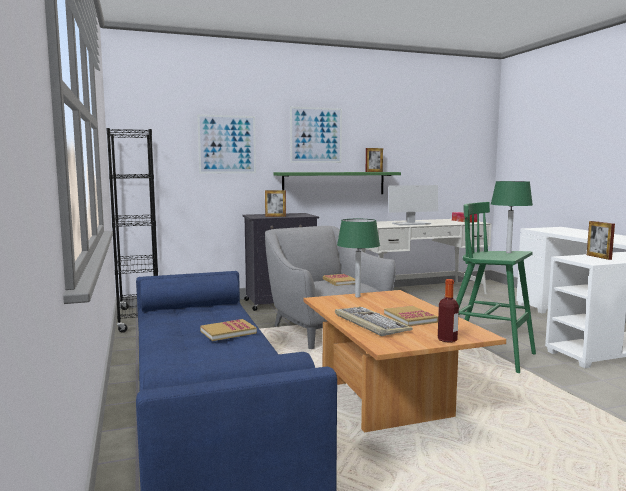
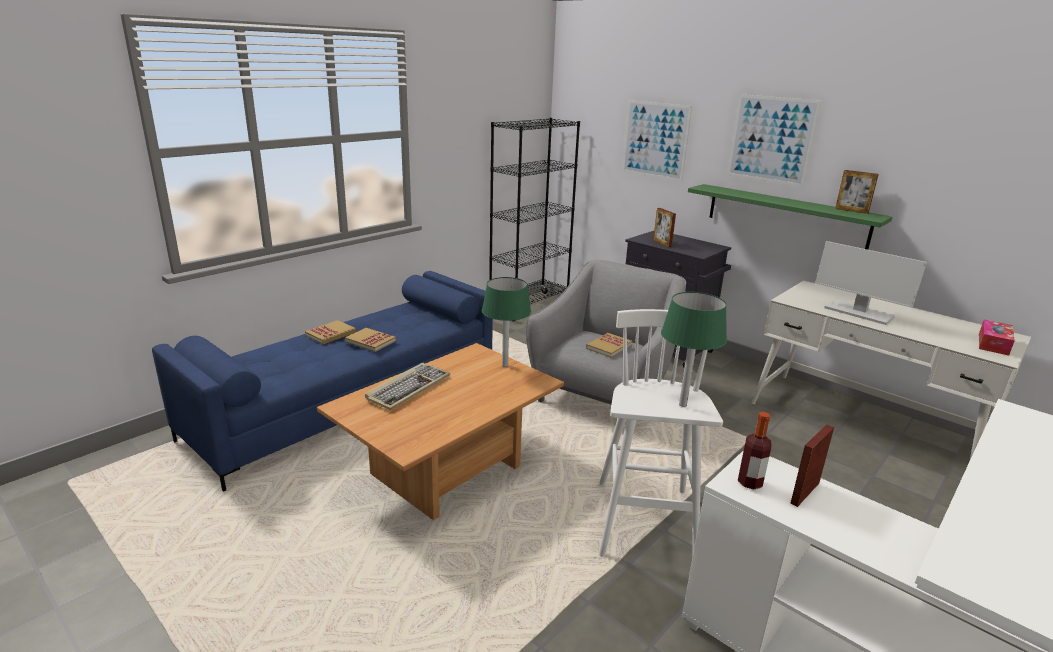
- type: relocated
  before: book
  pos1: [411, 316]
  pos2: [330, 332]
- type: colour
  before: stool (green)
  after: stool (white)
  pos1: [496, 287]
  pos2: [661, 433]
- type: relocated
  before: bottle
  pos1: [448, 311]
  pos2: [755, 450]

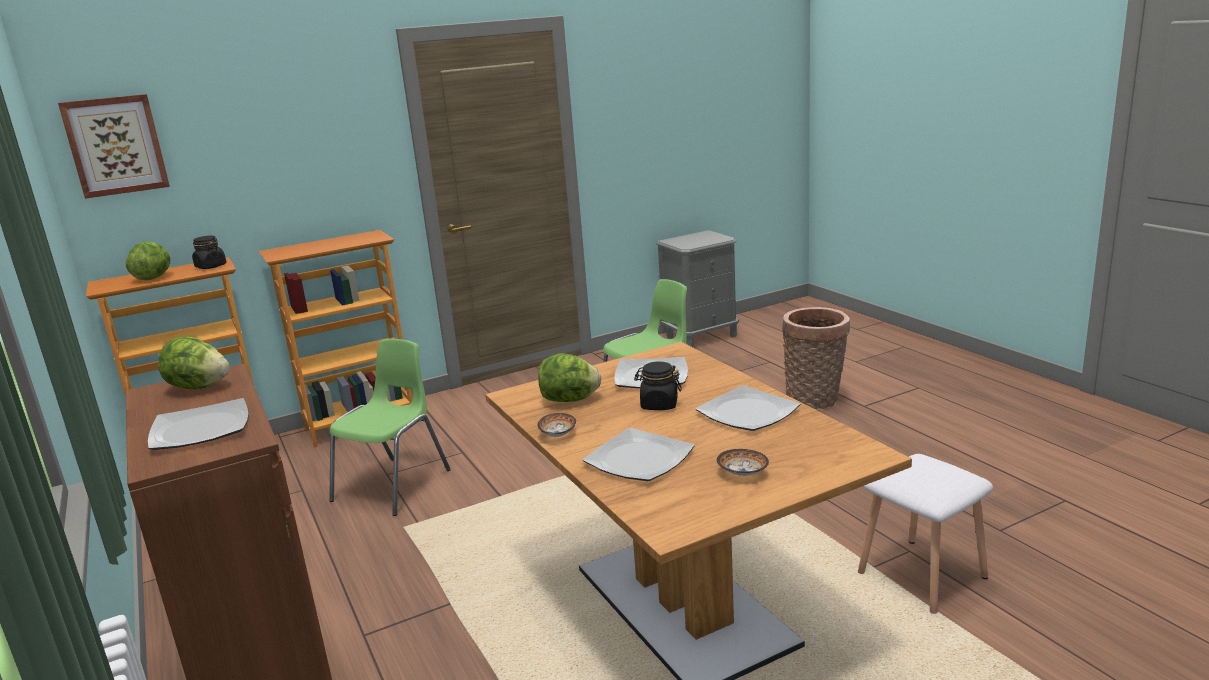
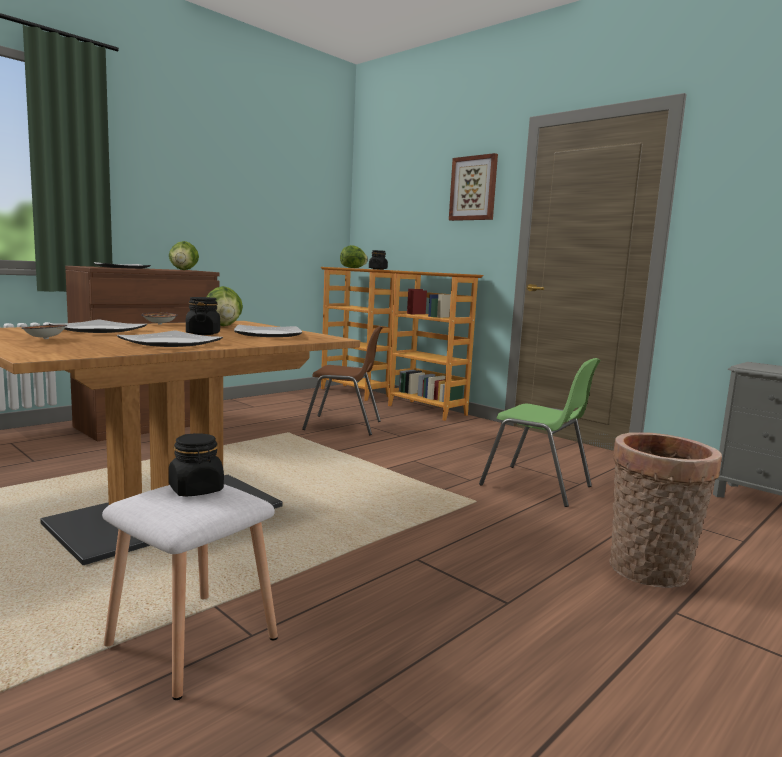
- type: appeared
  after: jar (black)
  pos2: [196, 465]
- type: colour
  before: chair (green)
  after: chair (brown)
  pos1: [390, 427]
  pos2: [342, 380]
- type: relocated
  before: picture
  pos1: [114, 146]
  pos2: [473, 187]

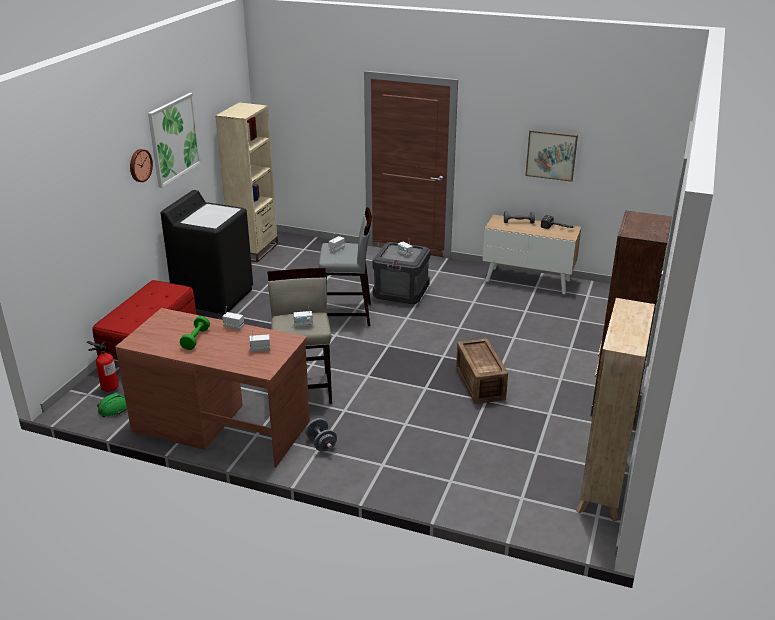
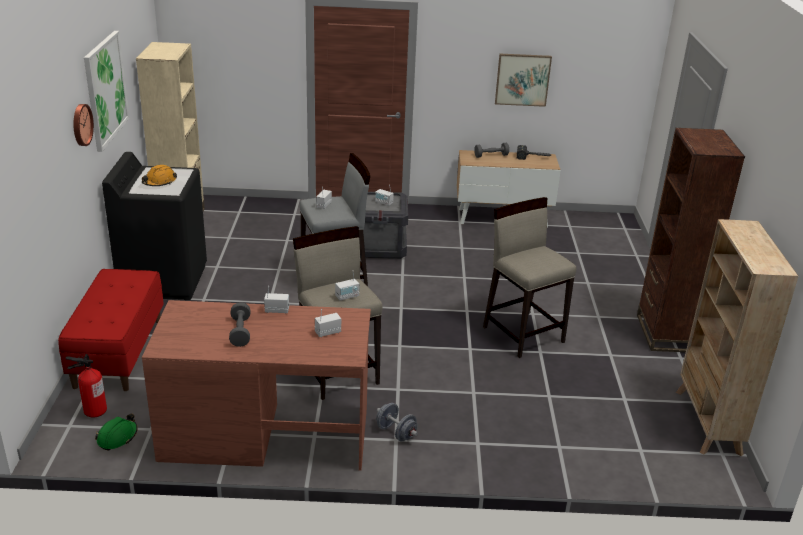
- type: appeared
  after: hard hat (orange)
  pos2: [159, 175]
- type: colour
  before: dumbbell (green)
  after: dumbbell (grey)
  pos1: [195, 333]
  pos2: [240, 324]
- type: exchanged
  before: crate
  after: stool (beige)
  pos1: [482, 371]
  pos2: [529, 277]

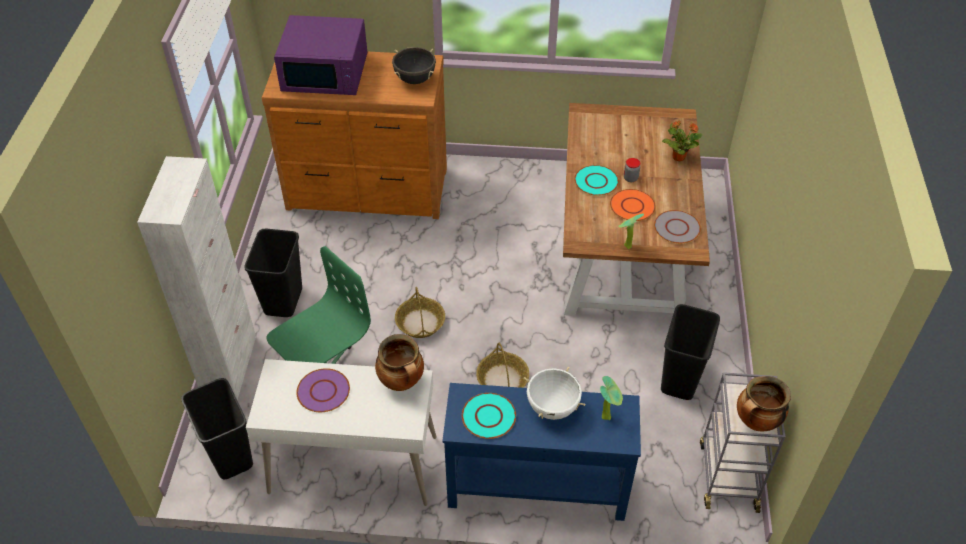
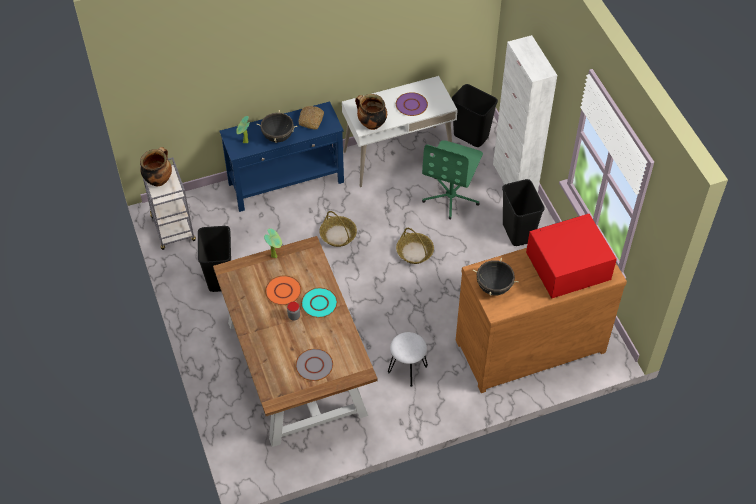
- type: colour
  before: cooking pot (white)
  after: cooking pot (black)
  pos1: [555, 393]
  pos2: [277, 126]
- type: relocated
  before: plate (grey)
  pos1: [677, 226]
  pos2: [314, 364]
- type: exchanged
  before: plate (turquoise)
  after: bread
  pos1: [489, 416]
  pos2: [311, 117]
- type: appeared
  after: stool (white)
  pos2: [408, 359]
- type: colour
  before: microwave (purple)
  after: microwave (red)
  pos1: [320, 55]
  pos2: [571, 256]
- type: missing
  before: potted plant
  pos1: [682, 141]

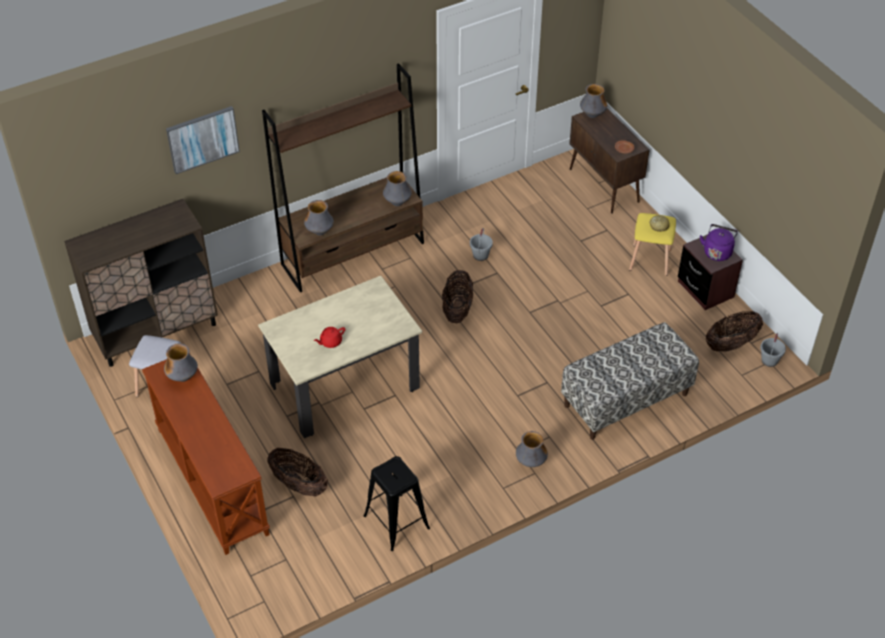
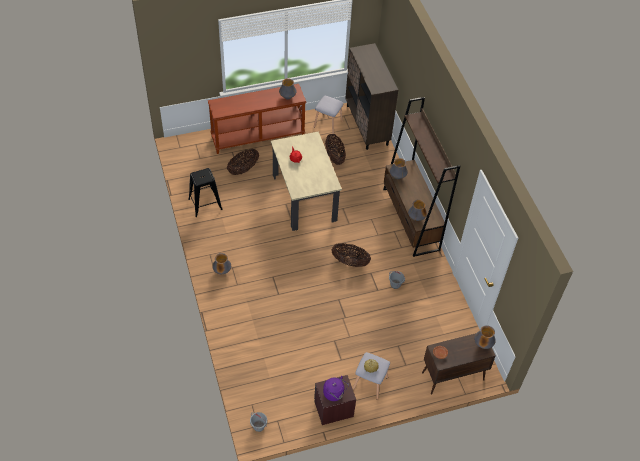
- type: relocated
  before: basket
  pos1: [734, 331]
  pos2: [335, 149]
- type: colour
  before: stool (yellow)
  after: stool (grey)
  pos1: [652, 244]
  pos2: [371, 376]
- type: missing
  before: picture
  pos1: [203, 140]
- type: missing
  before: bench
  pos1: [630, 381]

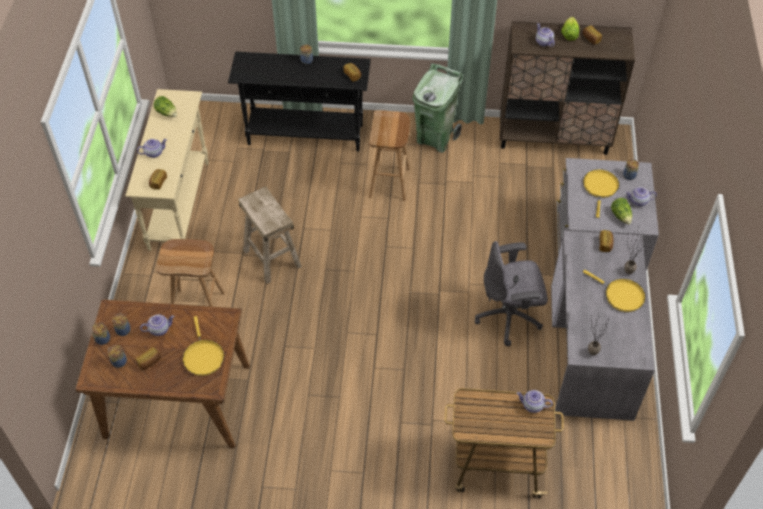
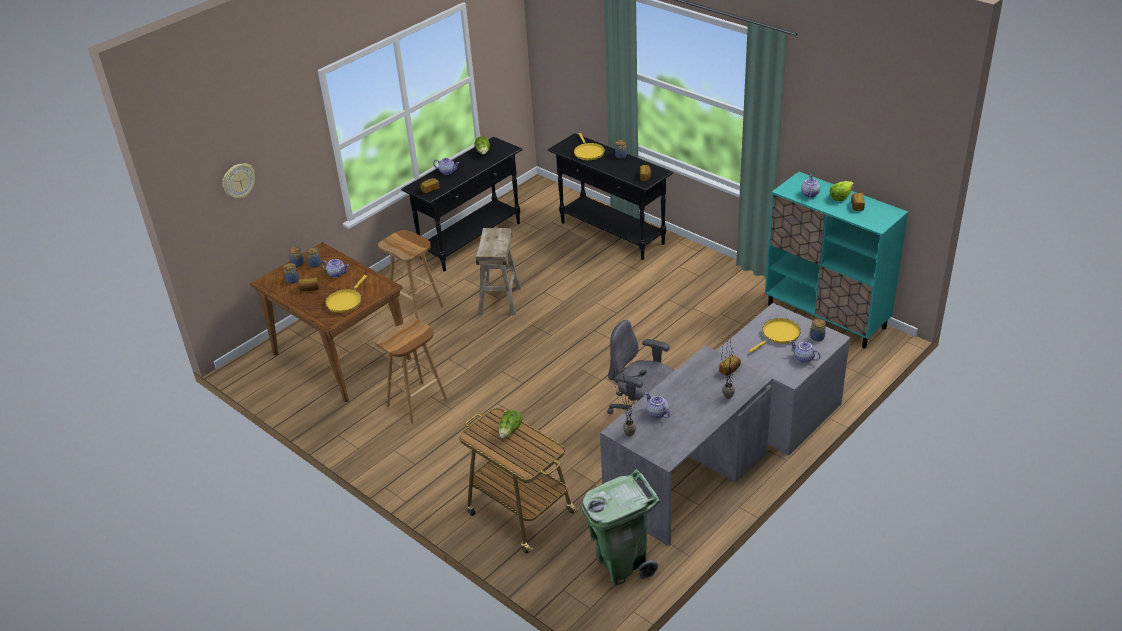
- type: appeared
  after: wall clock
  pos2: [238, 181]
- type: relocated
  before: stool (brown)
  pos1: [389, 155]
  pos2: [411, 370]
- type: colour
  before: console table (beige)
  after: console table (black)
  pos1: [167, 170]
  pos2: [462, 204]
- type: relocated
  before: lettuce
  pos1: [621, 211]
  pos2: [510, 424]
- type: relocated
  before: frying pan (yellow)
  pos1: [614, 291]
  pos2: [589, 146]
- type: relocated
  before: trash can (green)
  pos1: [438, 108]
  pos2: [620, 527]
- type: relocated
  before: teapot
  pos1: [534, 401]
  pos2: [657, 405]
- type: colour
  before: cabinet (brown)
  after: cabinet (turquoise)
  pos1: [567, 88]
  pos2: [836, 260]

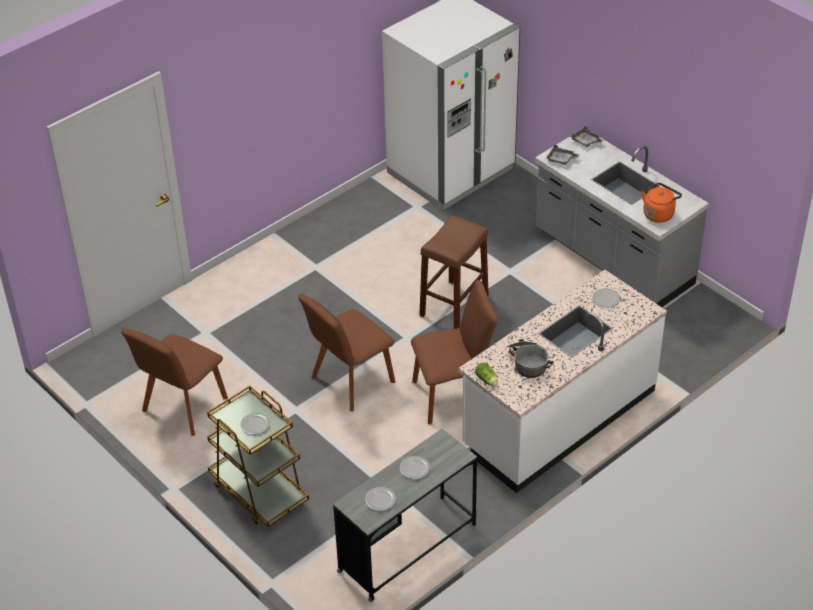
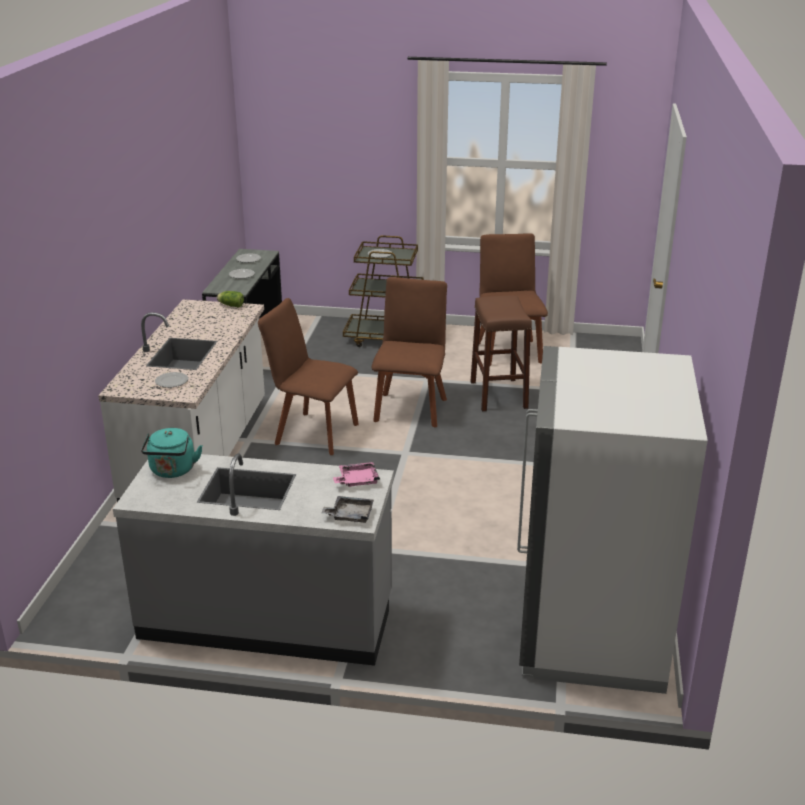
- type: colour
  before: kettle (orange)
  after: kettle (turquoise)
  pos1: [661, 202]
  pos2: [172, 453]
- type: spun
  before: chair (brown)
  pos1: [454, 352]
  pos2: [308, 376]
  turn: 75
- type: colour
  before: tray (grey)
  after: tray (pink)
  pos1: [563, 155]
  pos2: [356, 474]
- type: relocated
  before: stool (brown)
  pos1: [454, 272]
  pos2: [501, 353]
- type: missing
  before: cooking pot
  pos1: [530, 358]

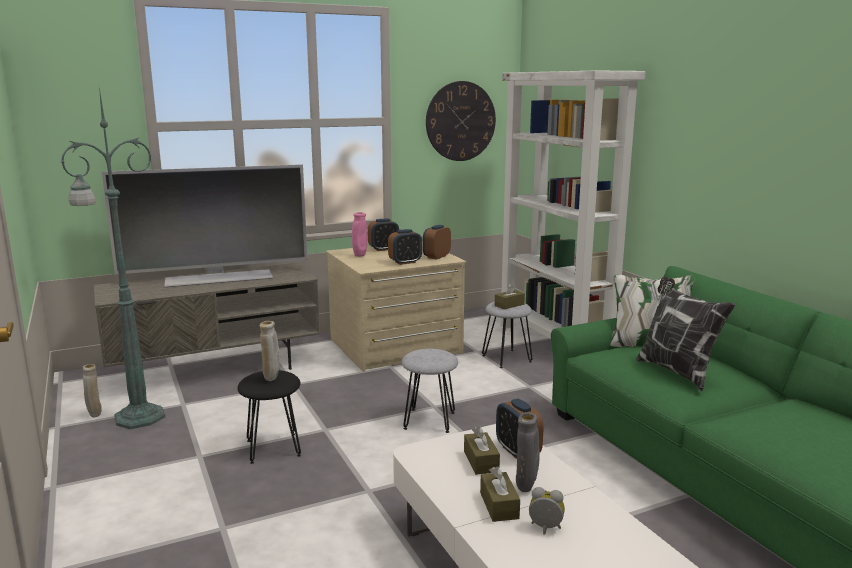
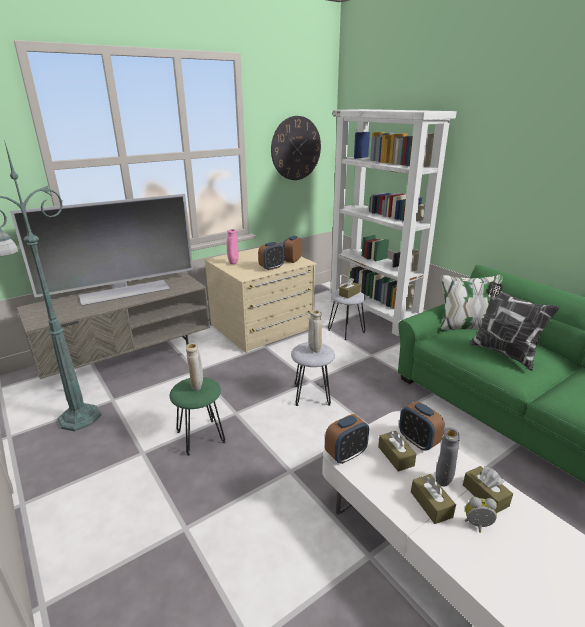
- type: colour
  before: stool (black)
  after: stool (green)
  pos1: [269, 417]
  pos2: [197, 416]
- type: relocated
  before: vase (beige)
  pos1: [92, 391]
  pos2: [315, 331]
- type: relocated
  before: alarm clock
  pos1: [383, 234]
  pos2: [347, 439]
- type: appeared
  after: tissue box (brown)
  pos2: [488, 489]

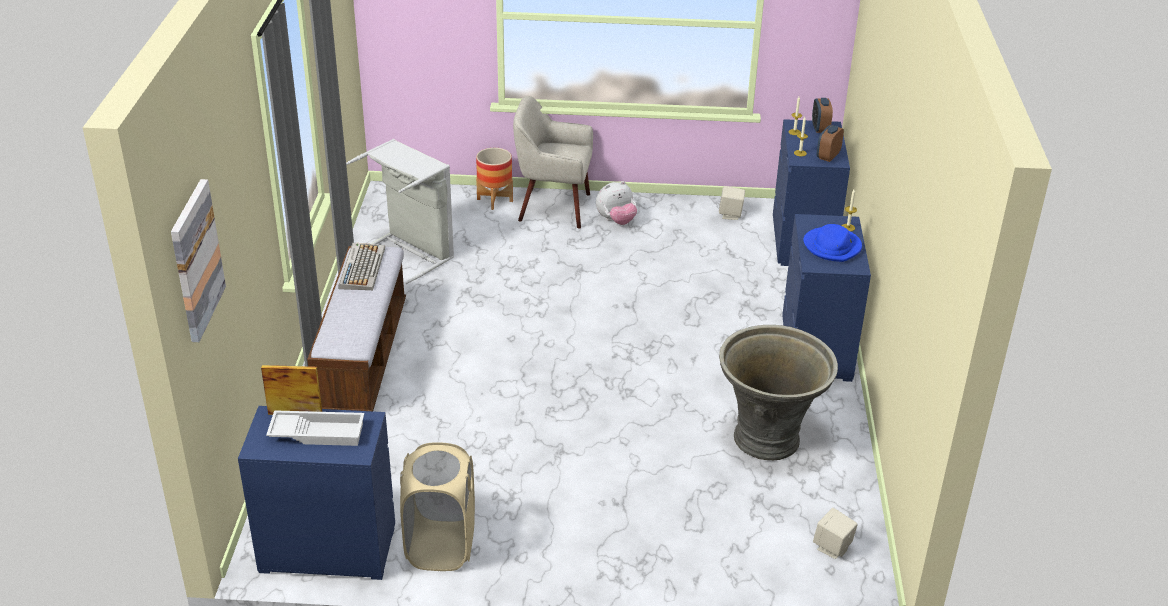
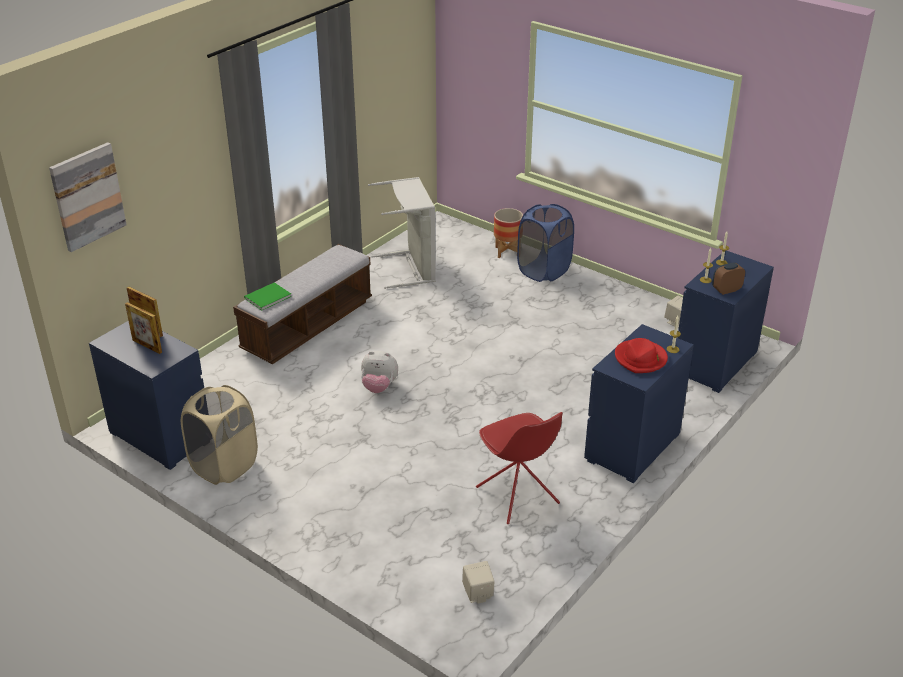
- type: exchanged
  before: tray (white)
  after: picture frame
  pos1: [315, 428]
  pos2: [143, 328]
- type: appeared
  after: book (green)
  pos2: [268, 296]
- type: relocated
  before: plush toy
  pos1: [616, 203]
  pos2: [379, 372]
- type: exchanged
  before: planter (grey)
  after: chair (red)
  pos1: [778, 392]
  pos2: [519, 468]
- type: exchanged
  before: armchair (beige)
  after: laundry basket (blue)
  pos1: [553, 162]
  pos2: [545, 243]
- type: colour
  before: hat (blue)
  after: hat (red)
  pos1: [833, 243]
  pos2: [641, 355]
- type: missing
  before: keyboard
  pos1: [362, 266]
- type: missing
  before: alarm clock
  pos1: [822, 115]

